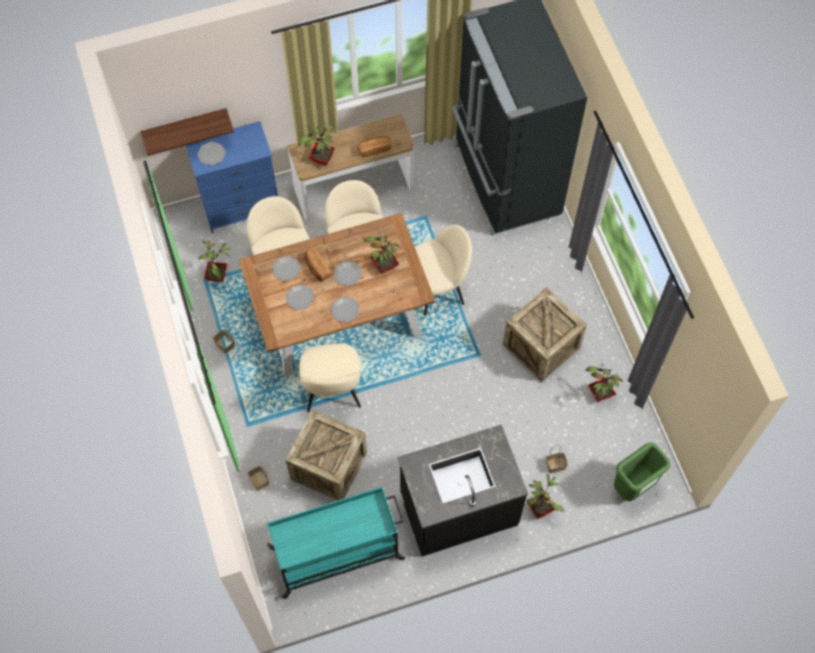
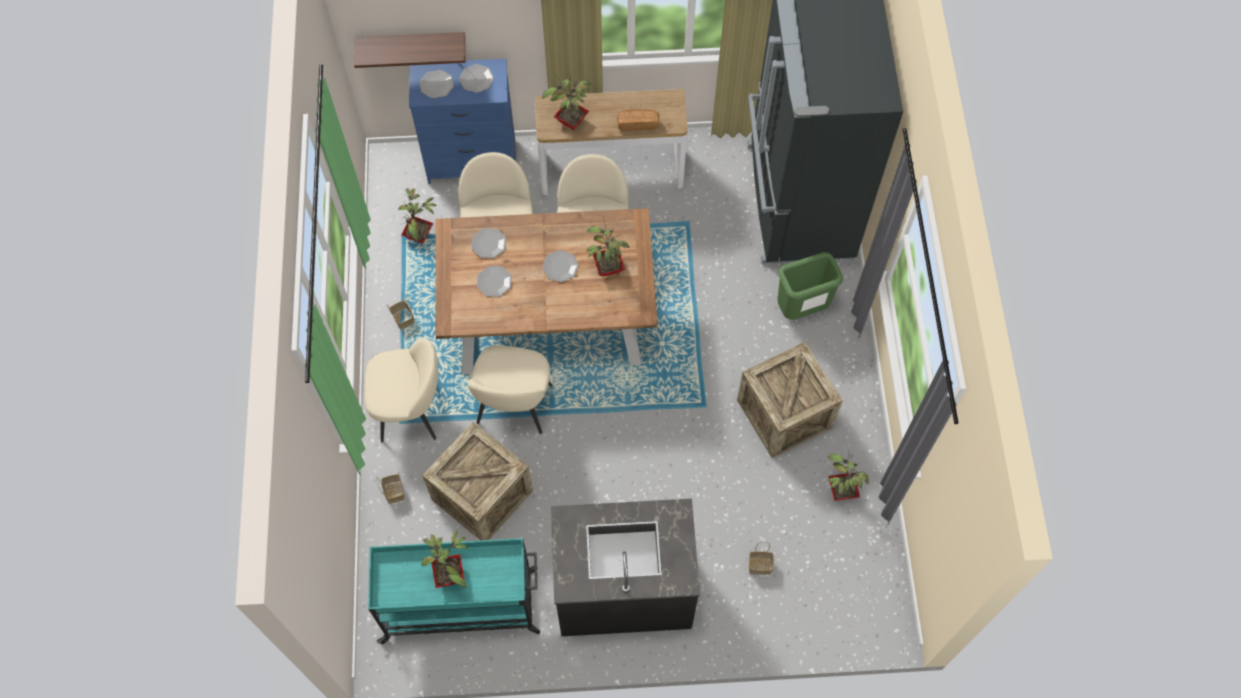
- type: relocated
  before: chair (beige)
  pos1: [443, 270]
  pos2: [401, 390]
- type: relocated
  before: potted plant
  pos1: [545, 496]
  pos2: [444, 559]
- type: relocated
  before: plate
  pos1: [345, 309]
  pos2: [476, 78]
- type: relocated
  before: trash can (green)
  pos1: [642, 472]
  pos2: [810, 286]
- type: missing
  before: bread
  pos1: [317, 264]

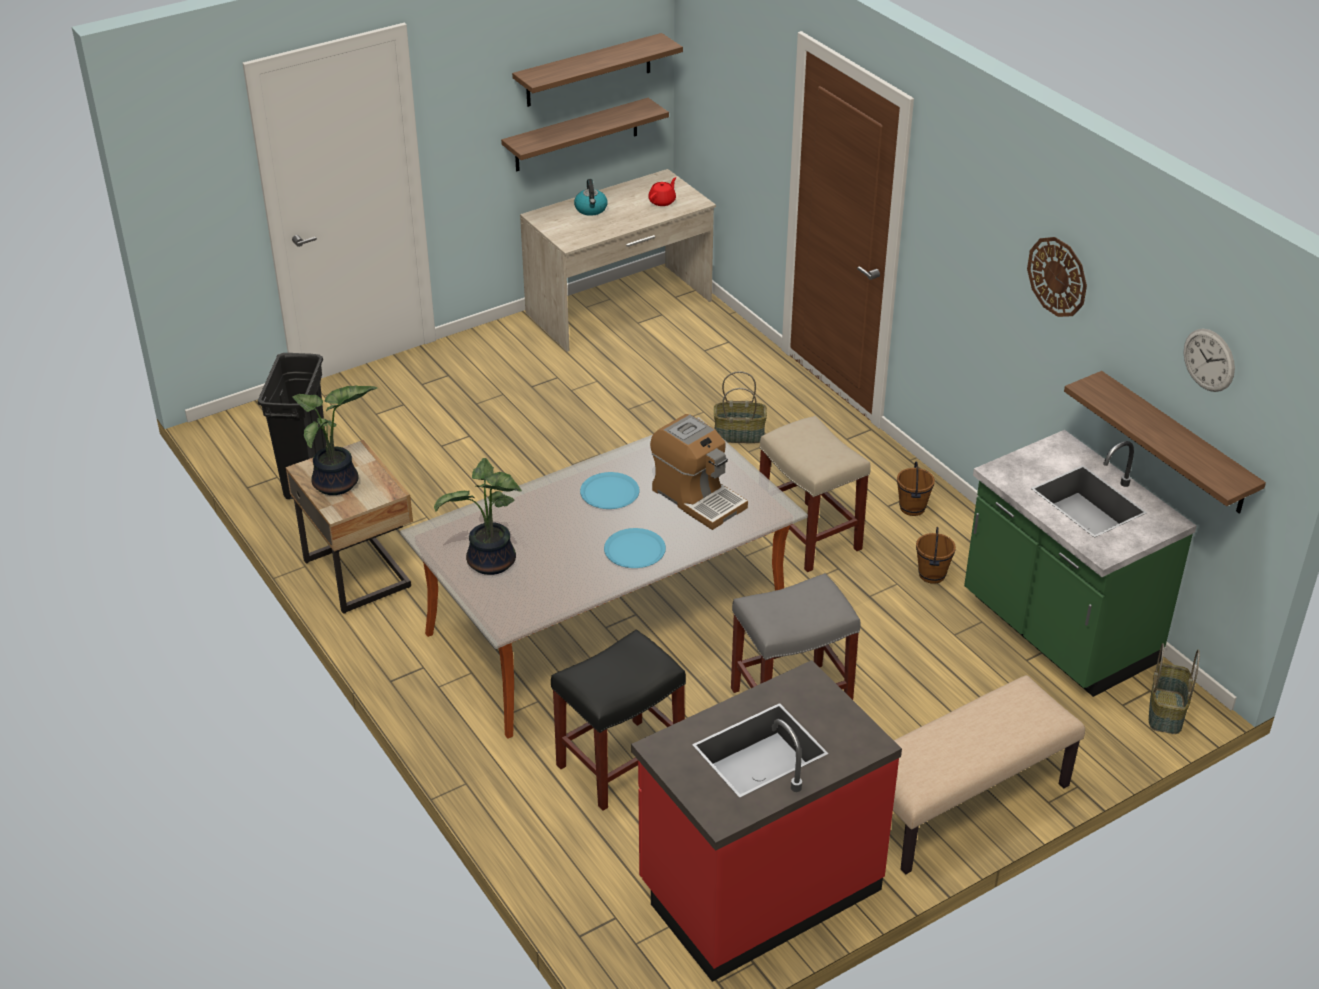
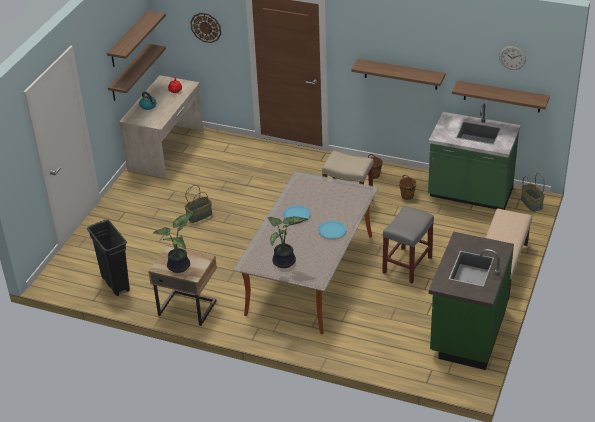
- type: relocated
  before: basket
  pos1: [740, 407]
  pos2: [198, 204]
- type: relocated
  before: wall clock
  pos1: [1057, 277]
  pos2: [205, 28]
- type: appeared
  after: shelf
  pos2: [398, 74]
- type: colour
  before: counter (red)
  after: counter (green)
  pos1: [766, 821]
  pos2: [471, 300]
- type: missing
  before: stool (black)
  pos1: [618, 720]
- type: missing
  before: coffee machine
  pos1: [699, 472]

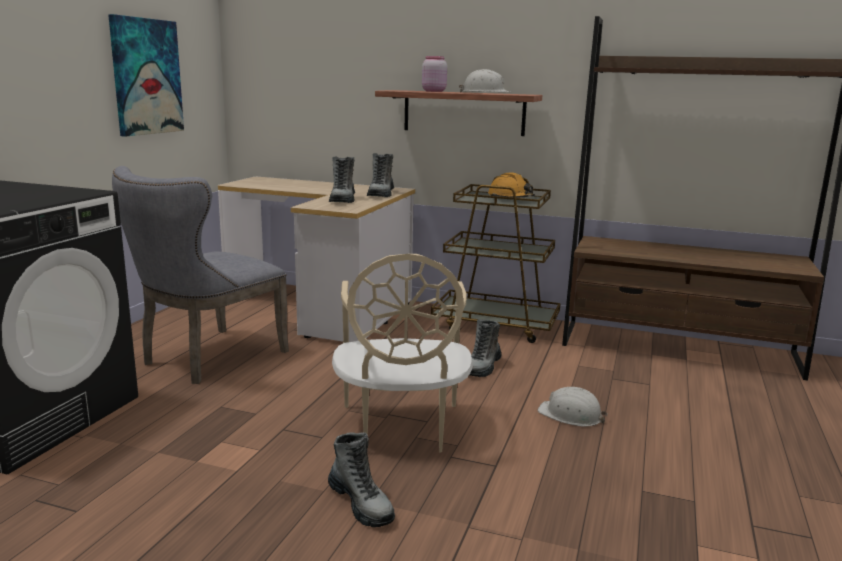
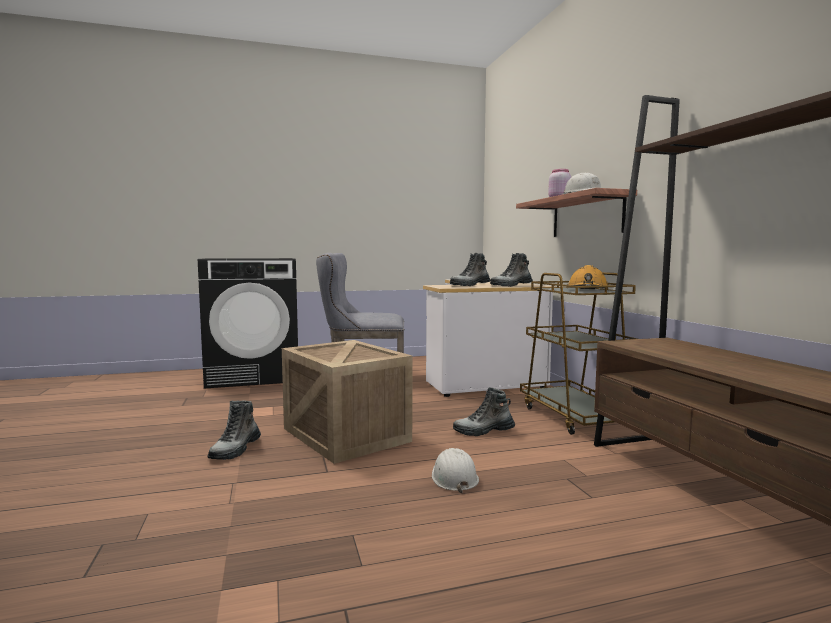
- type: exchanged
  before: chair (beige)
  after: crate
  pos1: [402, 353]
  pos2: [347, 402]
- type: missing
  before: picture
  pos1: [146, 75]

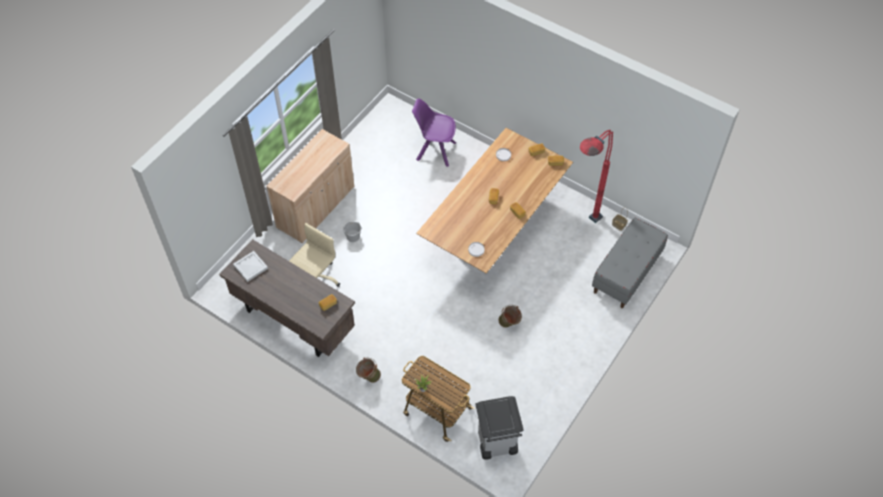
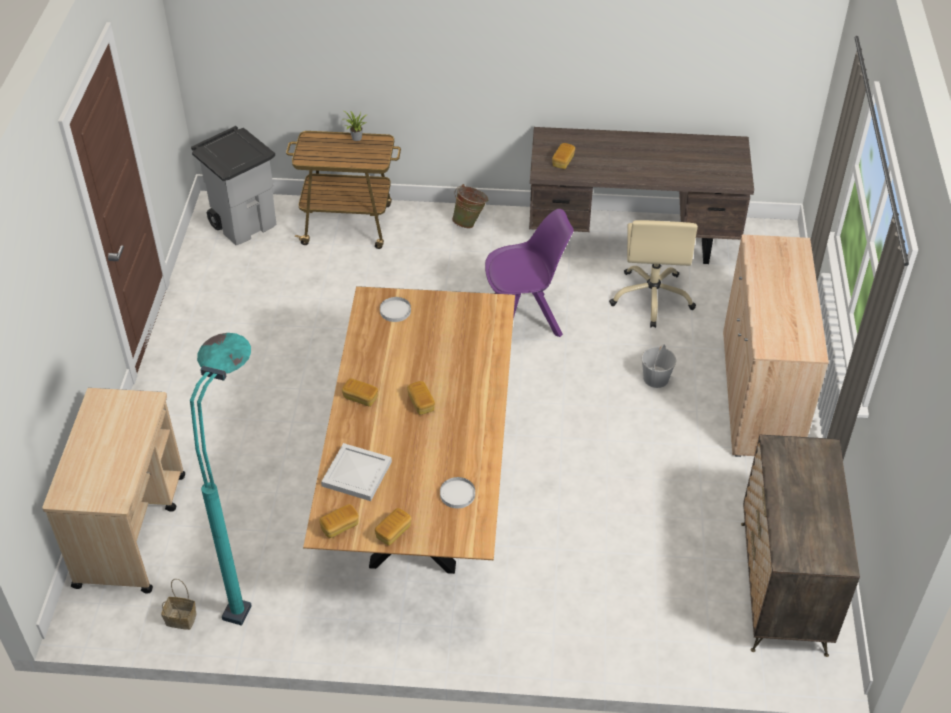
- type: exchanged
  before: bench (grey)
  after: cart (beige)
  pos1: [630, 263]
  pos2: [113, 491]
- type: colour
  before: floor lamp (red)
  after: floor lamp (turquoise)
  pos1: [596, 176]
  pos2: [221, 479]
- type: relocated
  before: tray (white)
  pos1: [250, 266]
  pos2: [356, 472]
- type: relocated
  before: chair (purple)
  pos1: [434, 133]
  pos2: [529, 273]
- type: appeared
  after: dresser
  pos2: [800, 546]
- type: missing
  before: bucket (green)
  pos1: [510, 316]

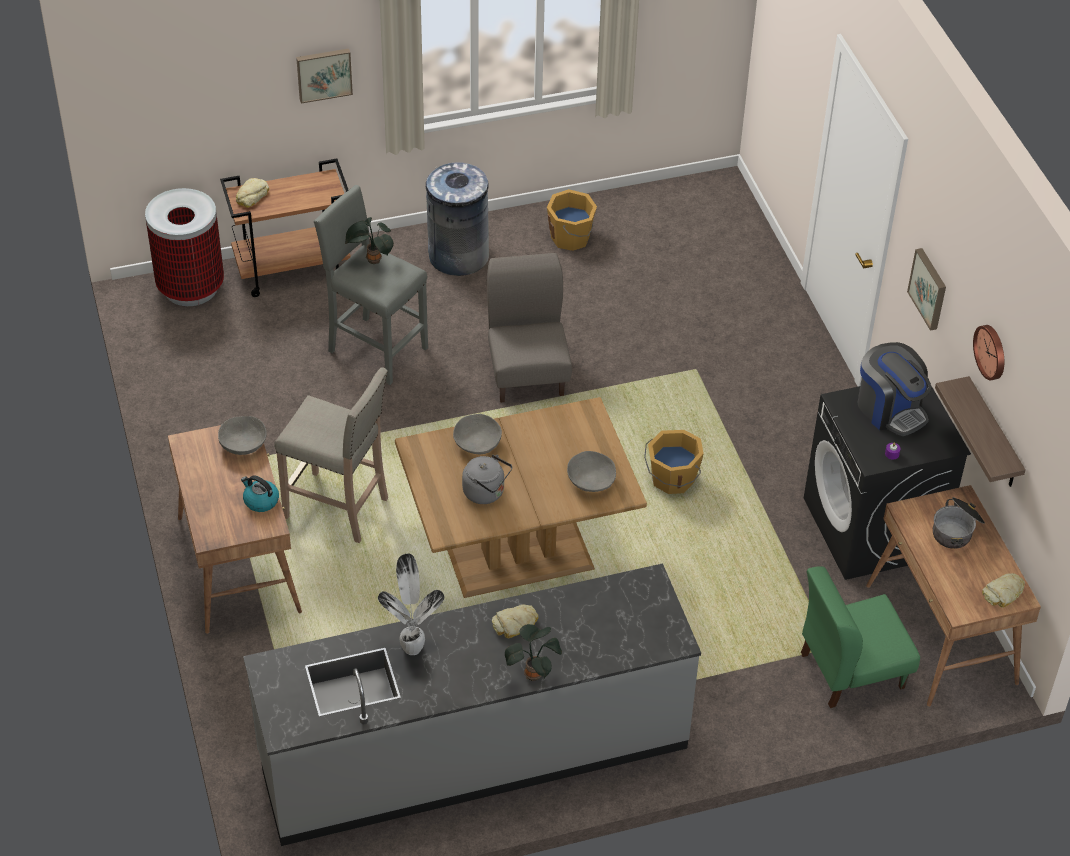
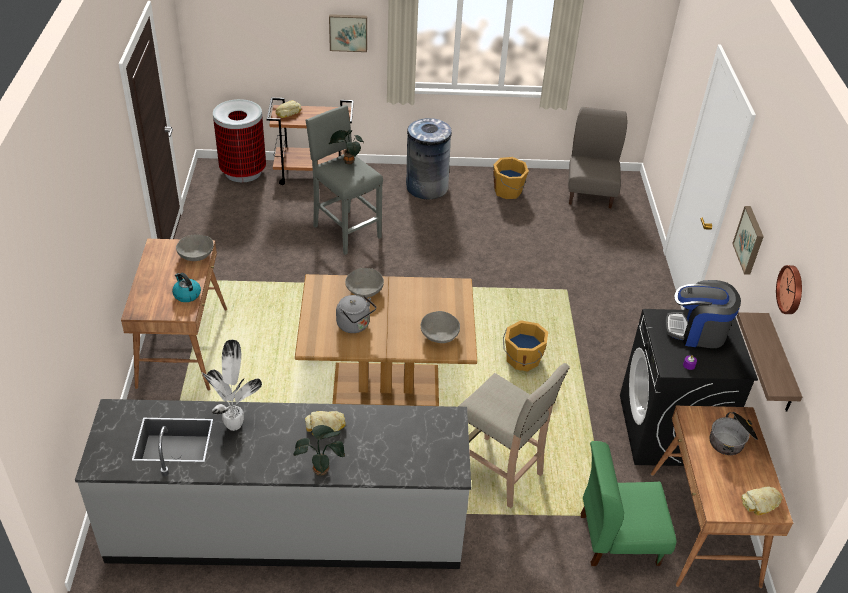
- type: relocated
  before: stool (beige)
  pos1: [331, 455]
  pos2: [514, 435]
- type: relocated
  before: chair (grey)
  pos1: [529, 327]
  pos2: [597, 157]
- type: spun
  before: coffee machine
  pos1: [894, 389]
  pos2: [703, 314]
  turn: 120

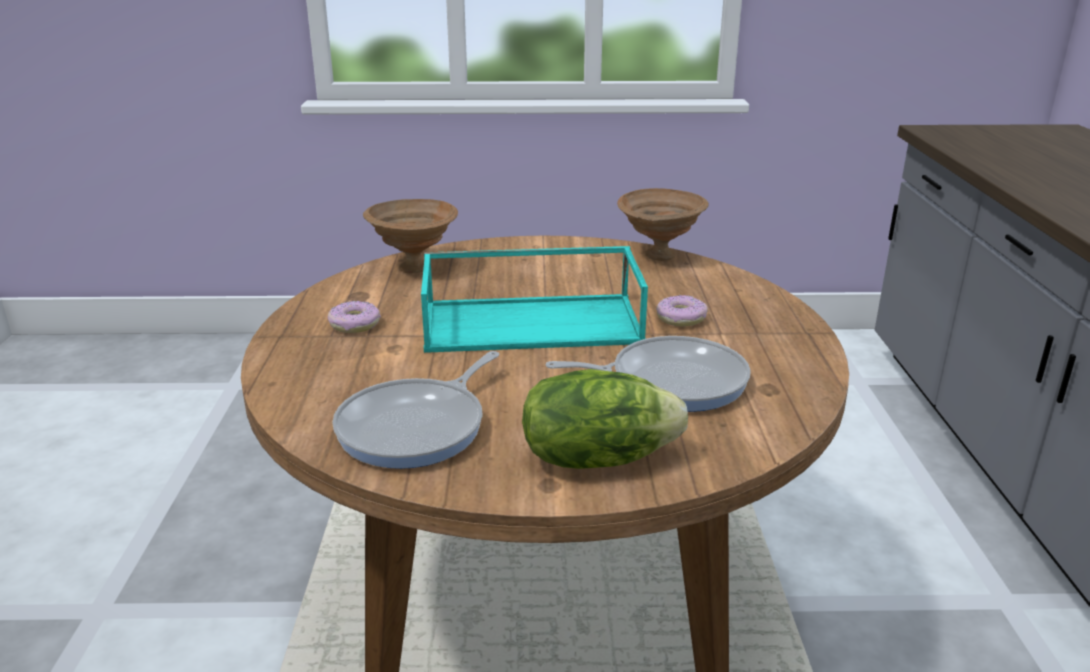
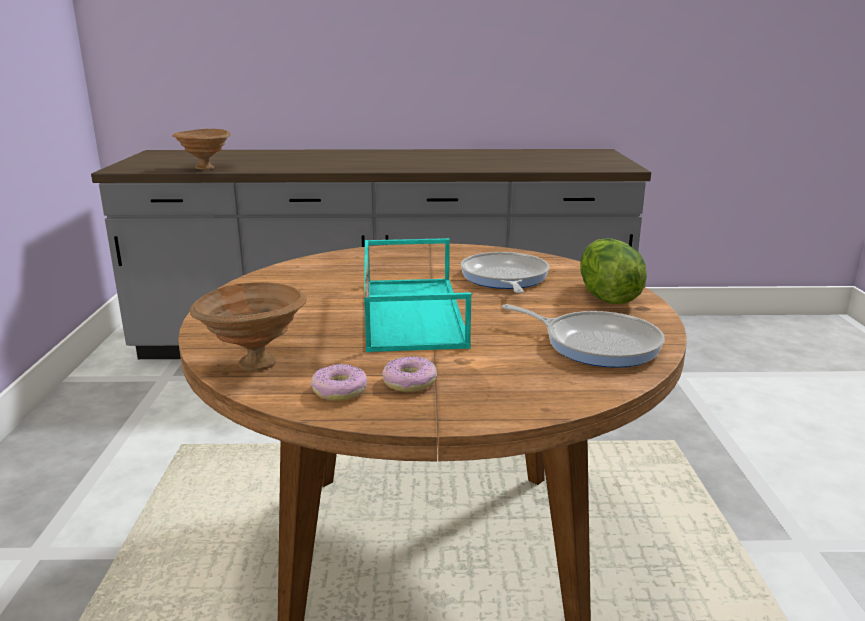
- type: relocated
  before: bowl (brown)
  pos1: [663, 224]
  pos2: [201, 149]
- type: relocated
  before: donut
  pos1: [682, 311]
  pos2: [339, 382]

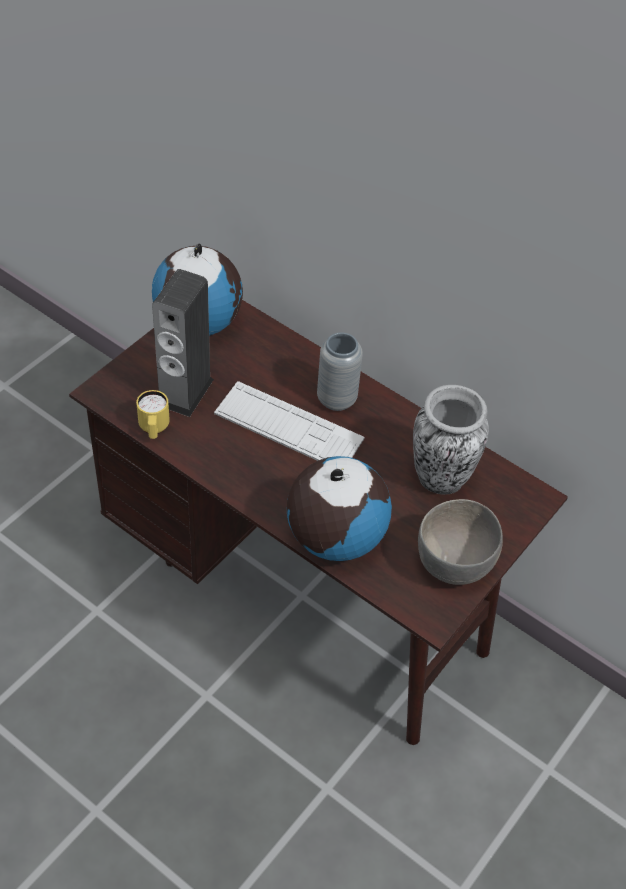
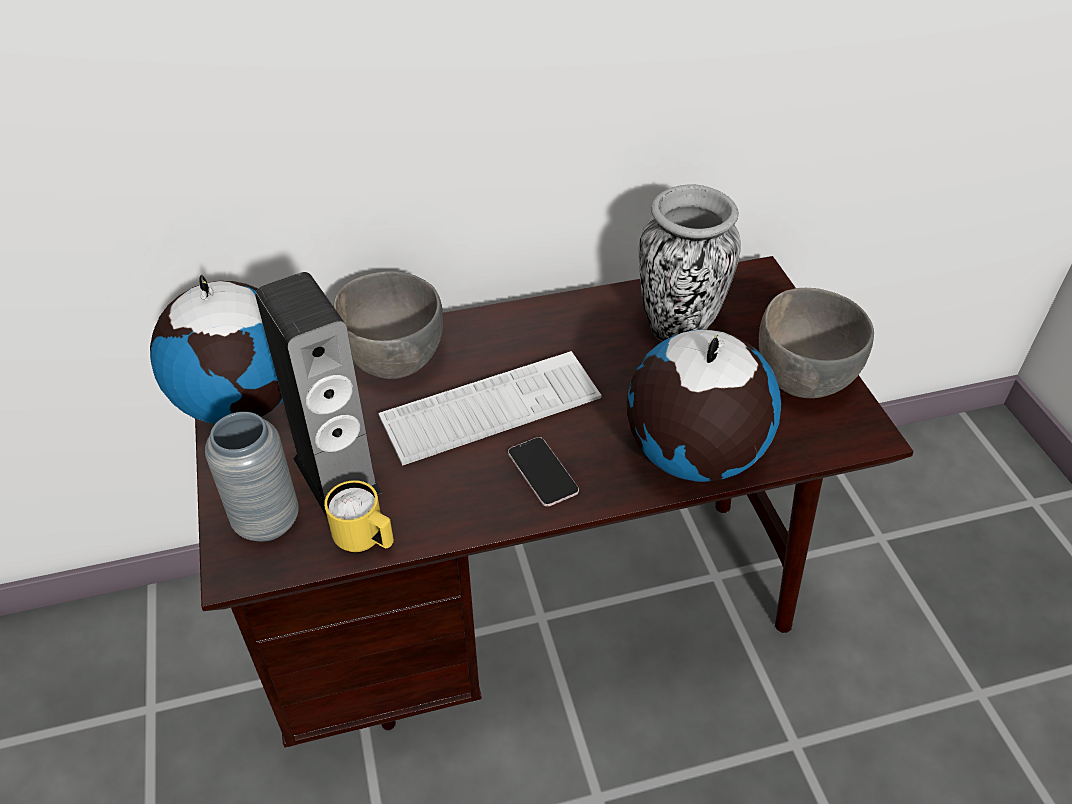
- type: relocated
  before: vase (grey)
  pos1: [340, 371]
  pos2: [252, 477]
- type: appeared
  after: bowl (grey)
  pos2: [388, 325]
- type: appeared
  after: phone
  pos2: [543, 471]

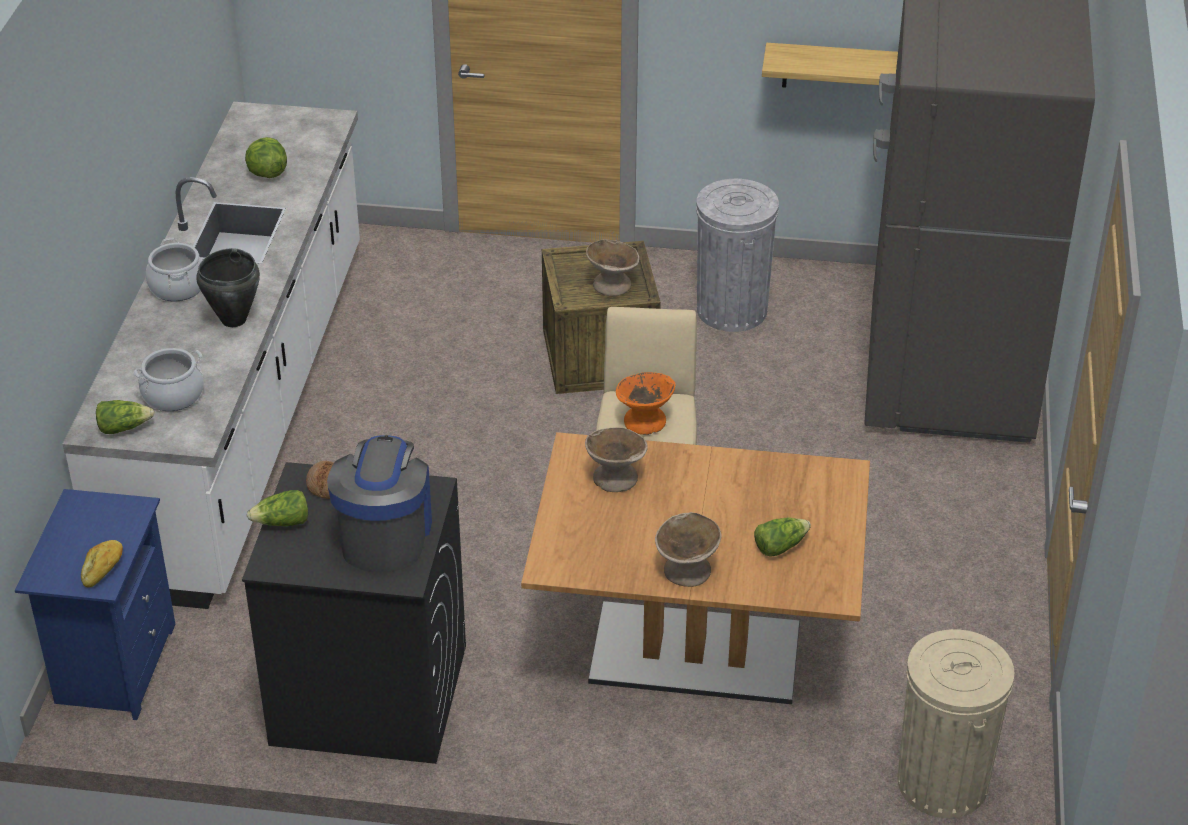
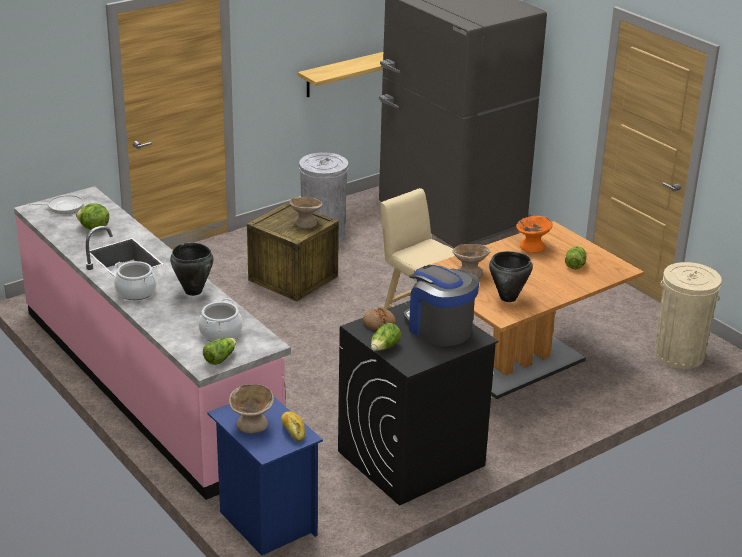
- type: colour
  before: counter (white)
  after: counter (pink)
  pos1: [211, 355]
  pos2: [152, 343]
- type: appeared
  after: frying pan
  pos2: [56, 204]
- type: relocated
  before: bowl (beige)
  pos1: [688, 549]
  pos2: [251, 409]
- type: appeared
  after: cooking pot (black)
  pos2: [511, 276]
- type: relocated
  before: bowl (orange)
  pos1: [646, 403]
  pos2: [534, 234]

